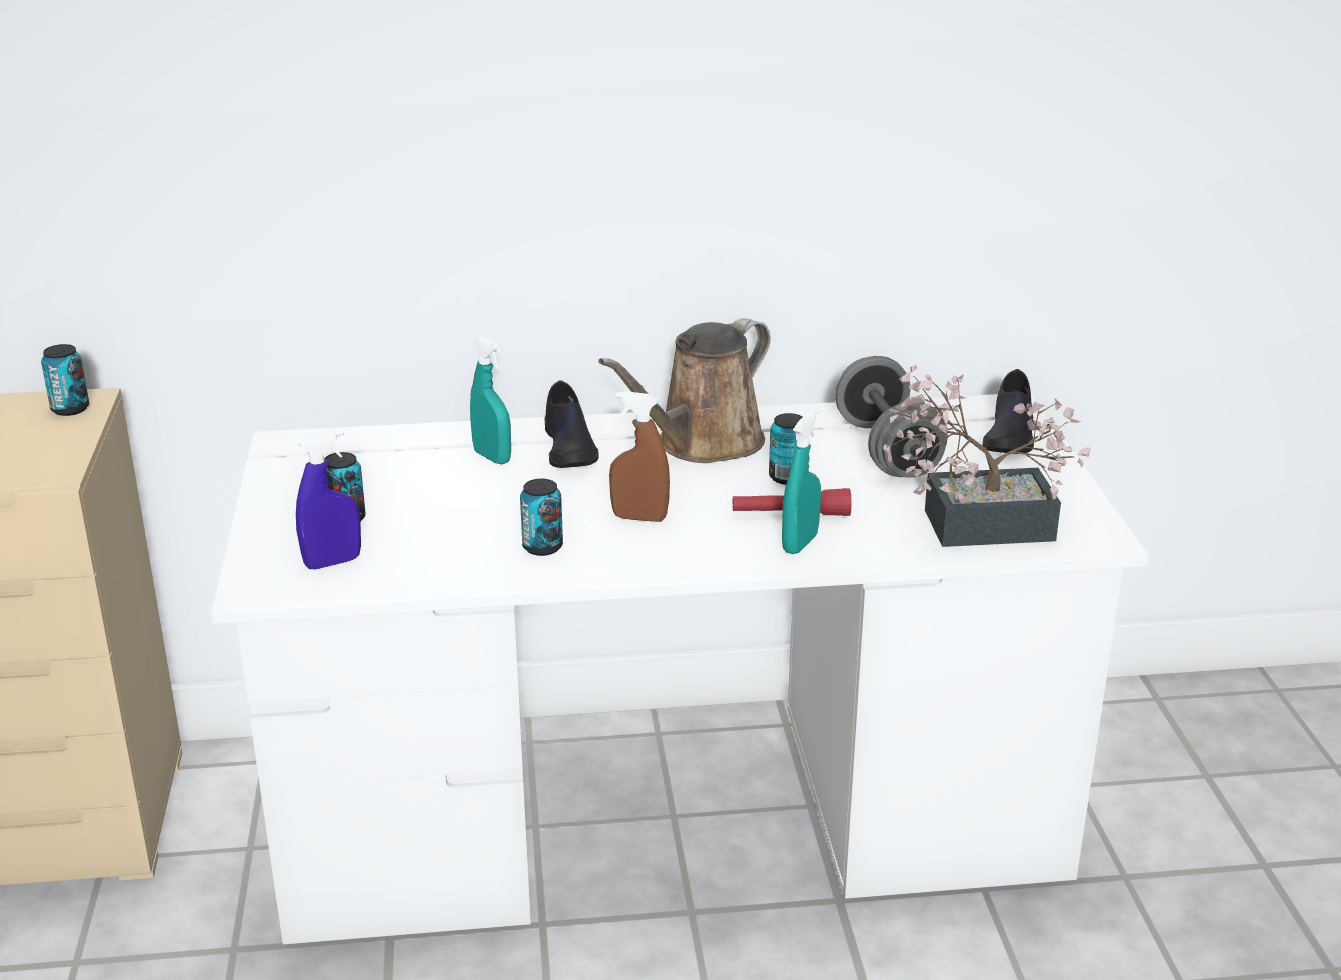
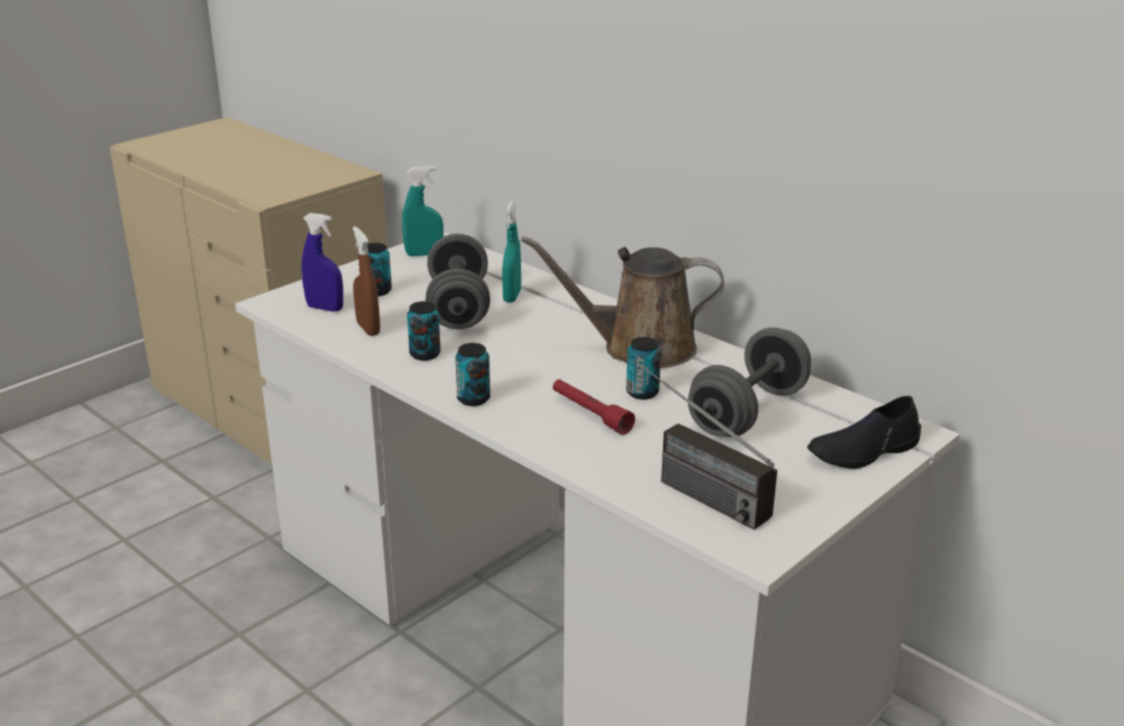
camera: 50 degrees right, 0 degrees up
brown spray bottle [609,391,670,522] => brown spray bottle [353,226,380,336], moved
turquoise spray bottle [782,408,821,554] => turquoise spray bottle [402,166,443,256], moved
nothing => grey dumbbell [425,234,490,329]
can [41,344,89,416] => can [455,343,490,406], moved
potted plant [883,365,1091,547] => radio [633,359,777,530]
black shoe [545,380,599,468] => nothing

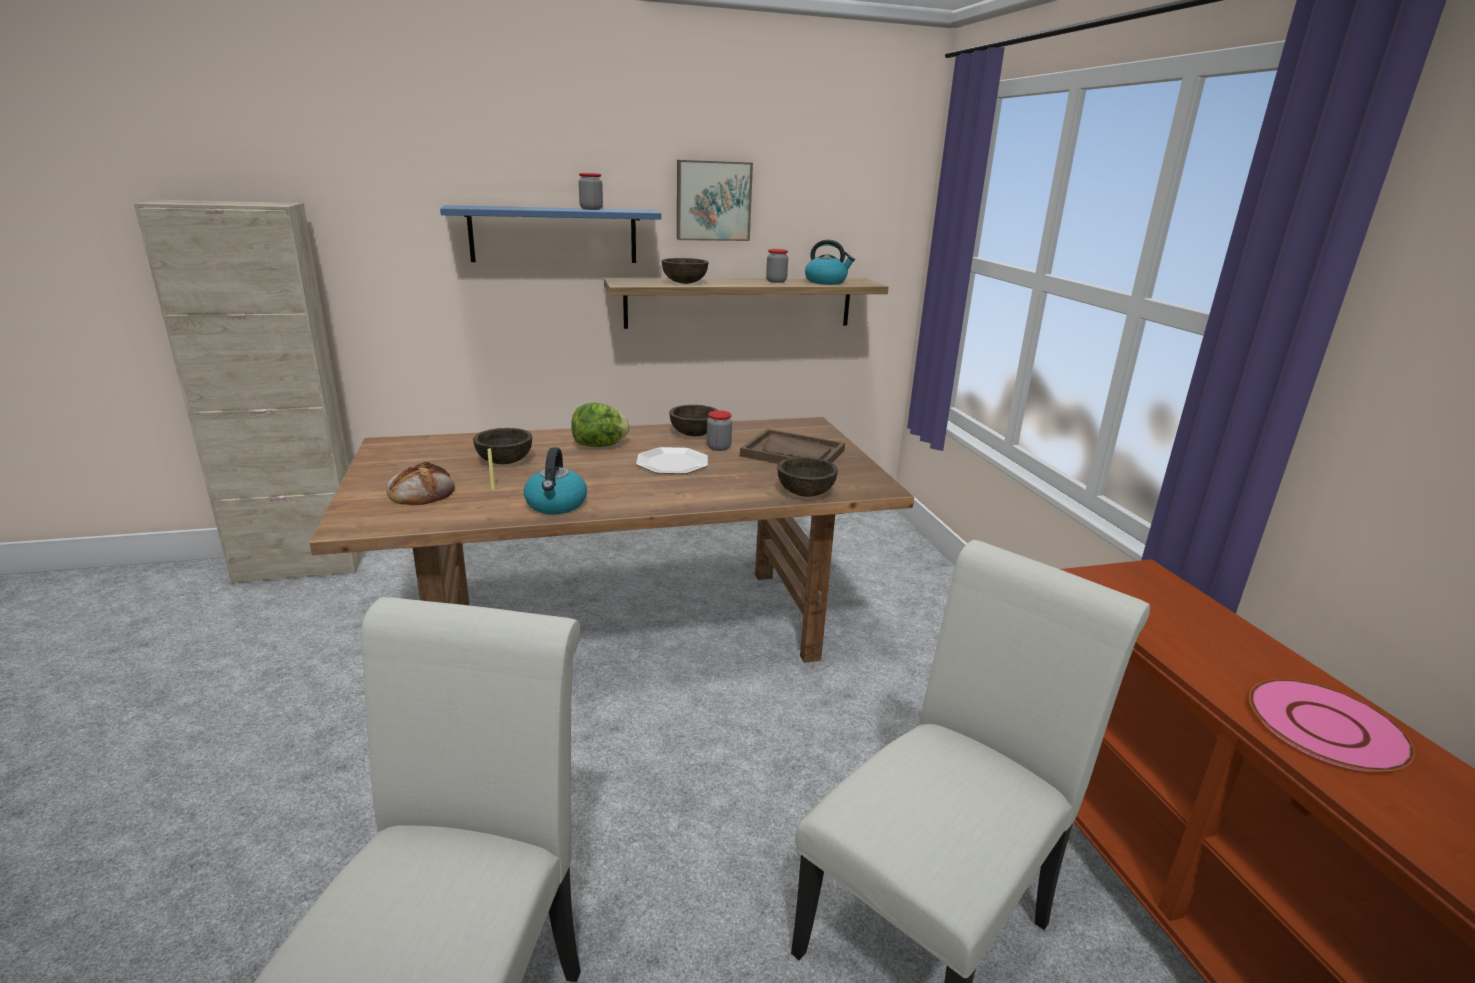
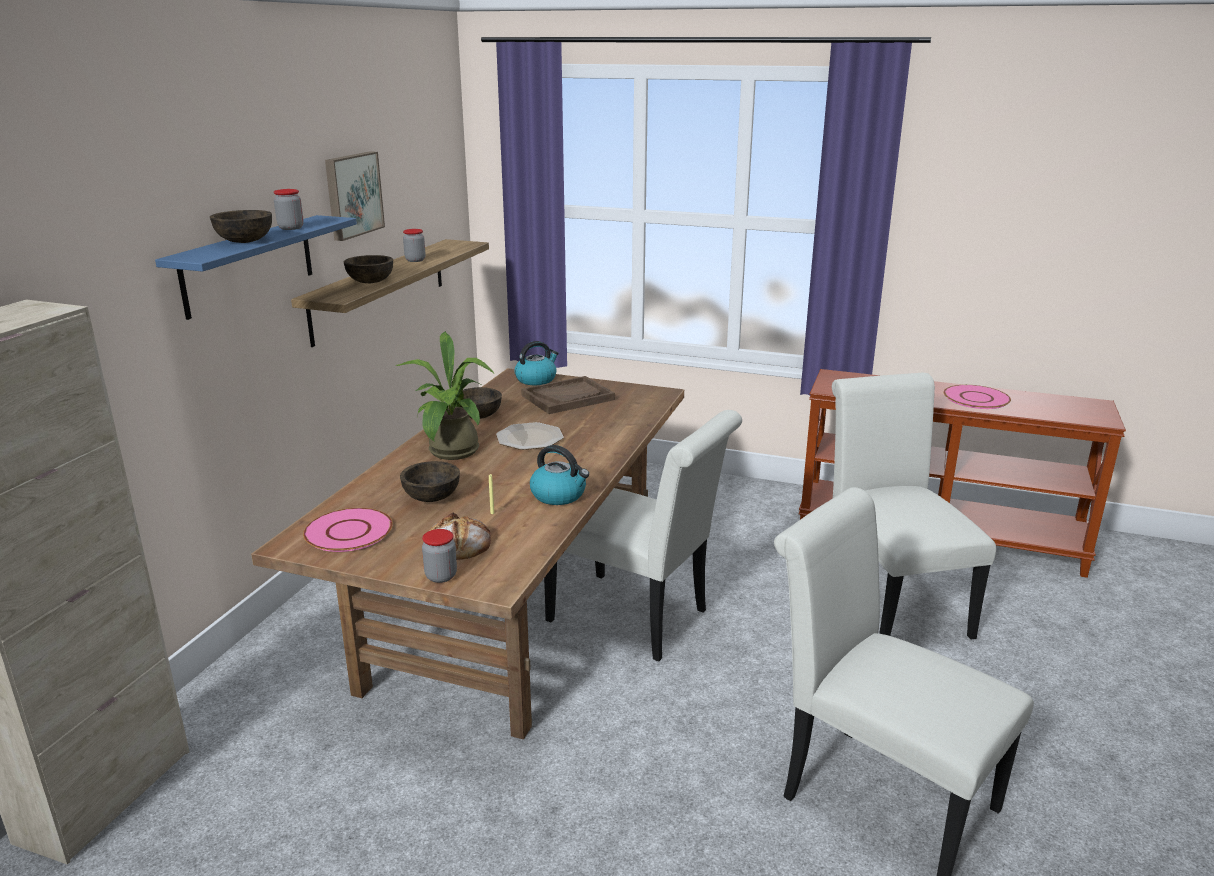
camera: 55 degrees left, 0 degrees up
brown bowl [777,457,838,497] => brown bowl [210,210,272,243], moved
nothing => pink plate [303,508,393,552]
lettuce [571,403,630,447] => potted plant [396,331,494,460]
jar [707,410,732,451] => jar [422,529,457,583], moved
kettle [805,240,855,285] => kettle [514,341,559,385], moved
nothing => white chair [544,410,742,661]

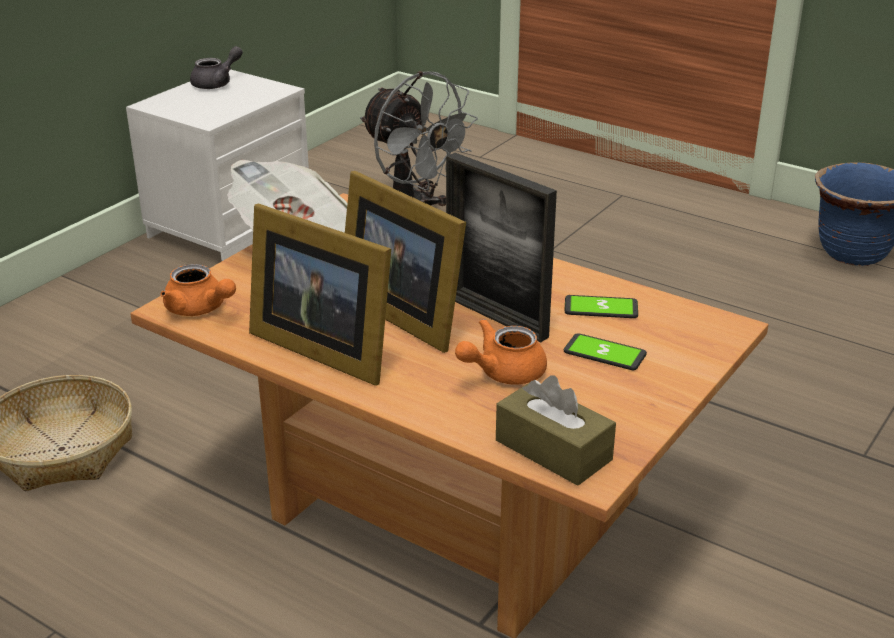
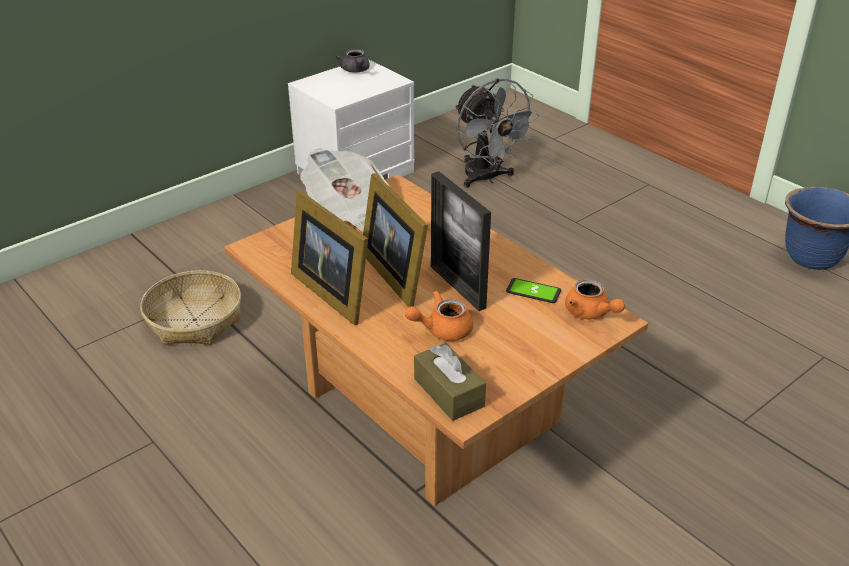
camera: 15 degrees right, 5 degrees up
grey teapot [190,46,243,89] => grey teapot [336,49,370,73], 105 degrees clockwise
orange teapot [160,264,236,316] => orange teapot [565,279,625,319], moved
phone [564,333,647,370] => nothing

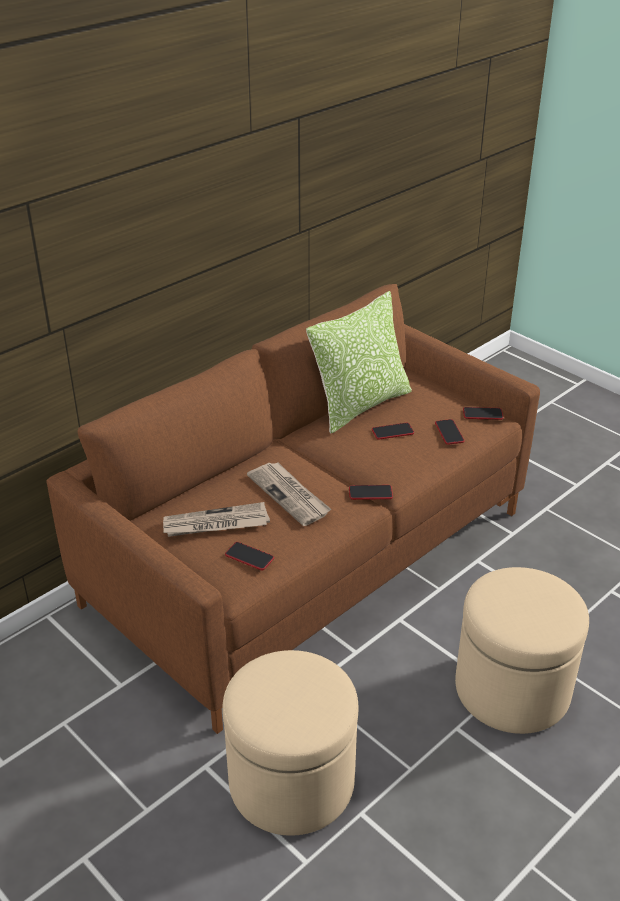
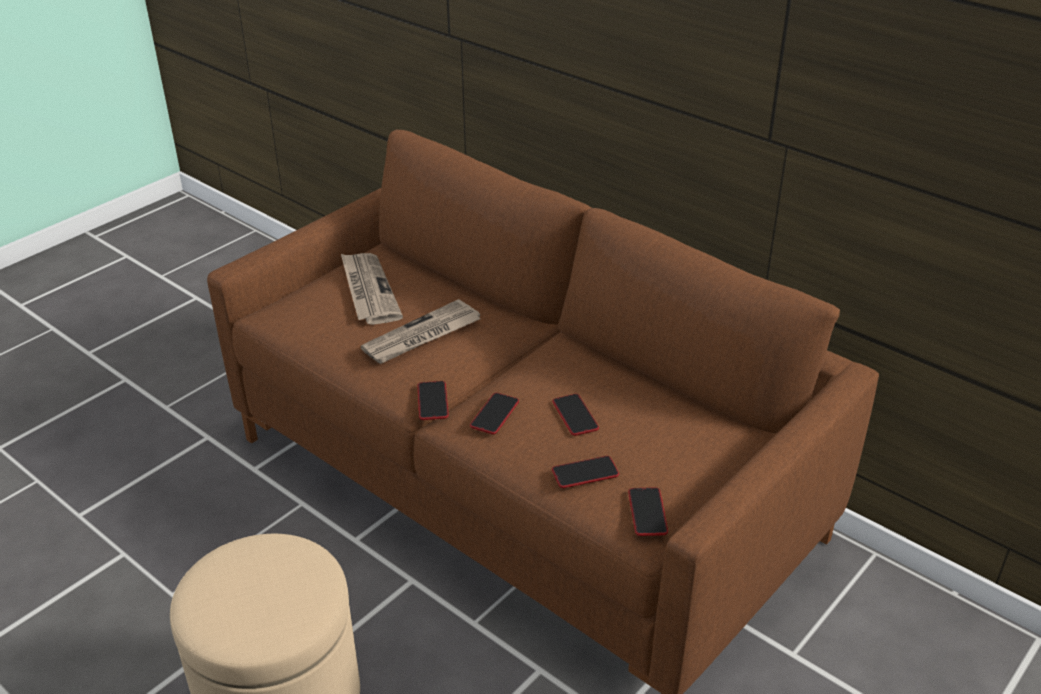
camera: 85 degrees right, 0 degrees up
phone [225,542,274,570] => phone [470,393,519,434], moved
beige ottoman [222,650,358,836] => nothing
pillow [306,291,412,434] => nothing

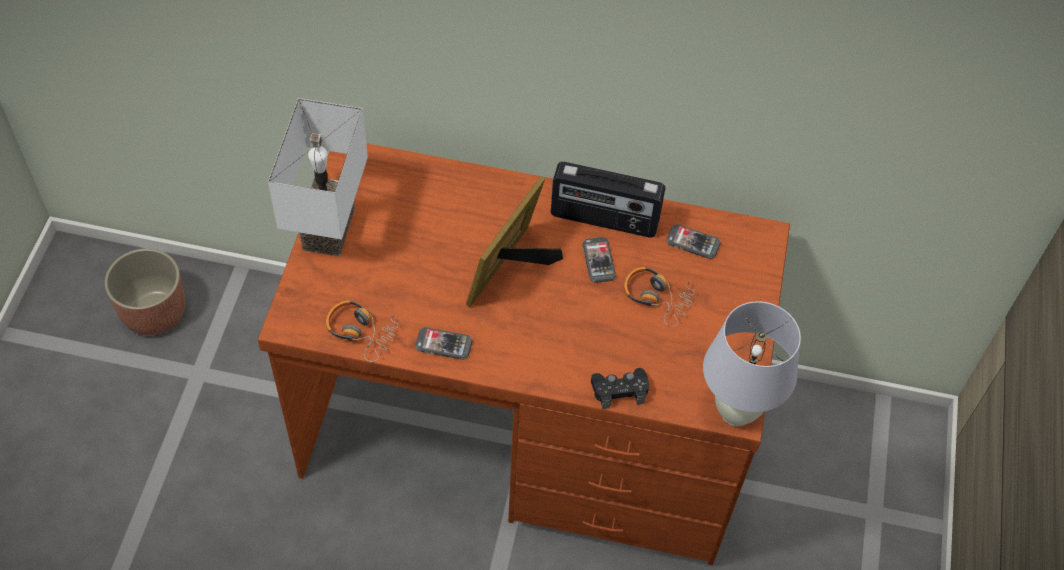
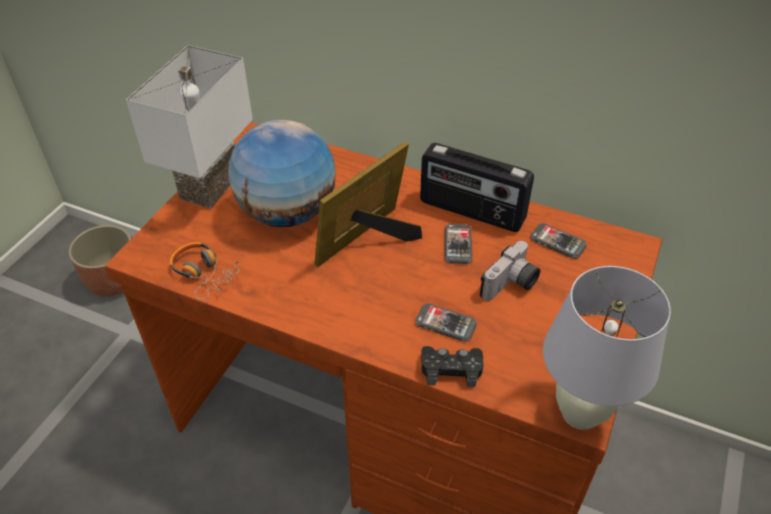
camera: 15 degrees right, 10 degrees down
nothing => globe [228,120,336,227]
phone [415,327,473,360] => phone [415,303,477,342], moved
headphones [624,267,695,327] => photo camera [480,241,541,301]

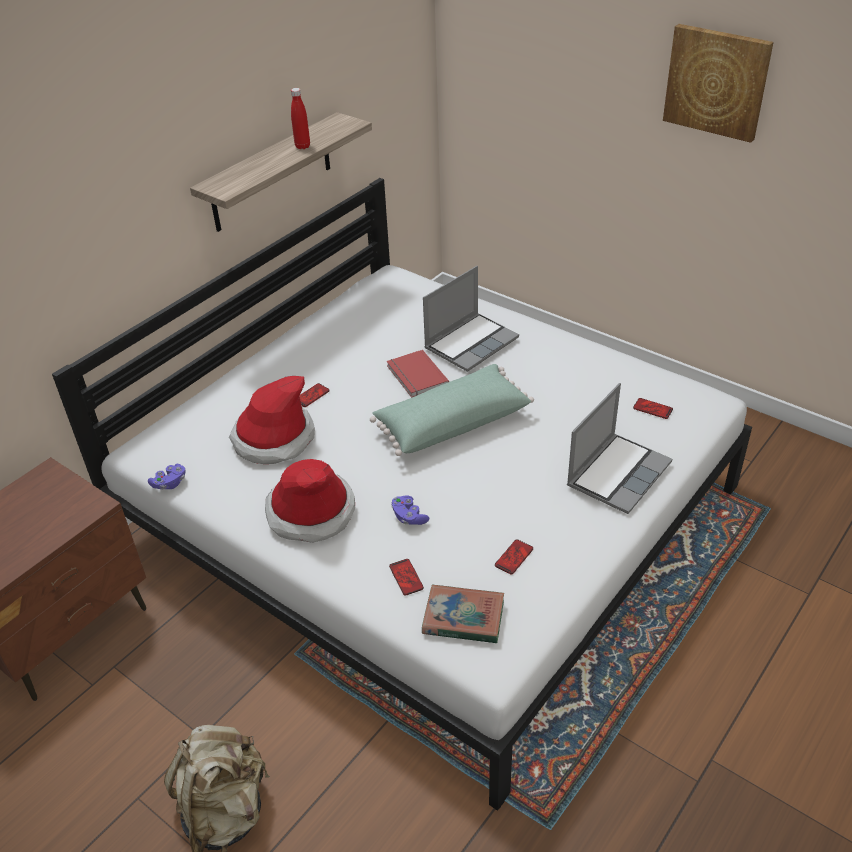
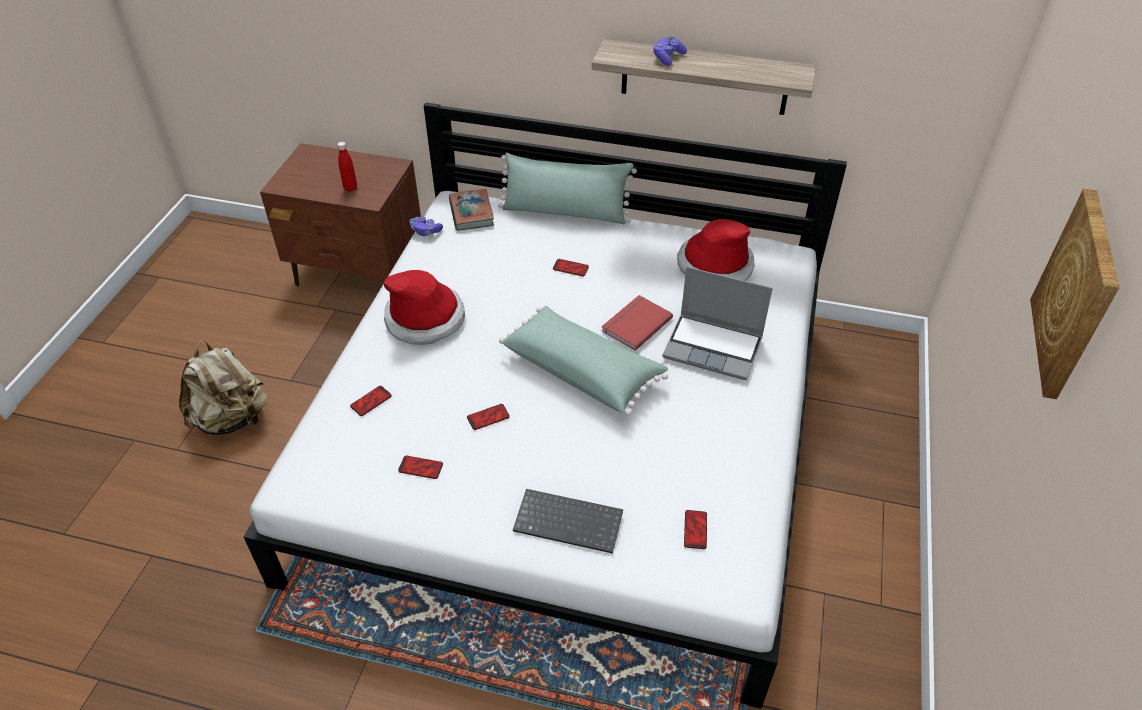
camera: 65 degrees right, 5 degrees up
red bottle [291,88,310,149] => red bottle [337,142,357,192], moved
book [422,585,504,643] => book [449,189,494,231], moved
nothing => phone [467,404,510,430]
nothing => green pillow [498,153,637,224]
laptop [567,383,672,514] => keyboard [513,489,623,554]
purple game controller [391,496,429,525] => purple game controller [653,36,687,66], moved
hat [229,376,315,464] => hat [677,219,755,281], moved

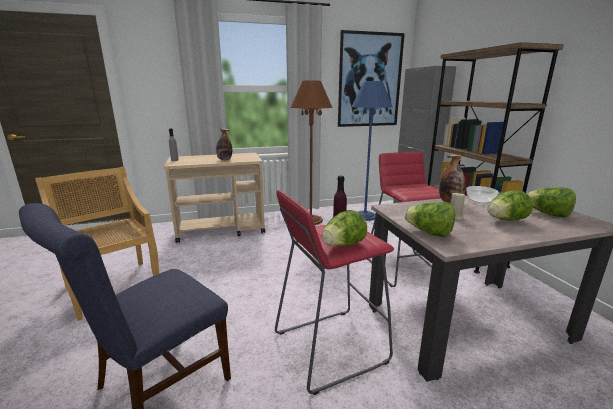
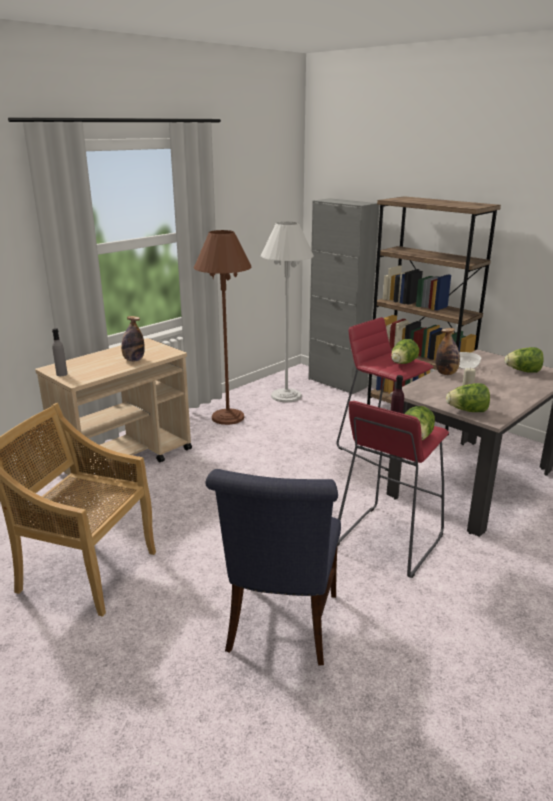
camera: 30 degrees left, 5 degrees up
blue floor lamp [351,81,393,221] => white floor lamp [261,222,314,402]
lettuce [488,190,533,221] => lettuce [391,339,419,364], moved
picture [338,30,405,127] => nothing

